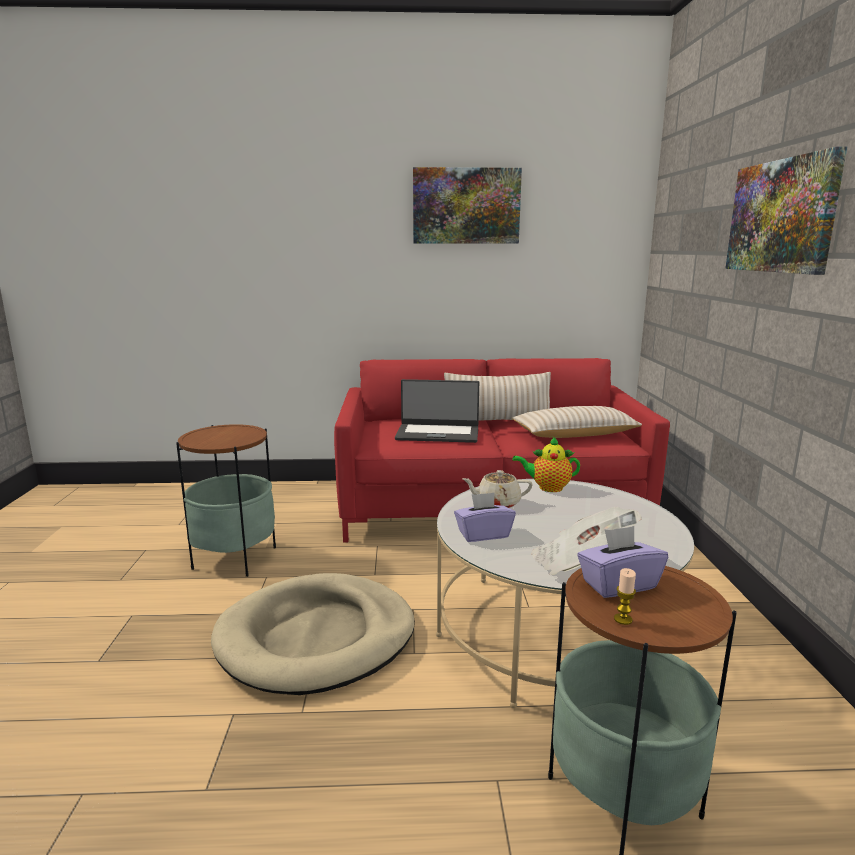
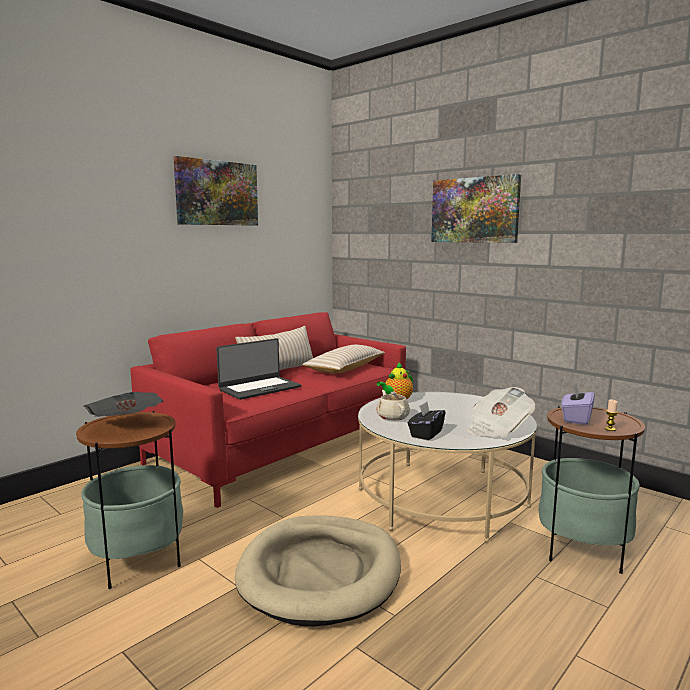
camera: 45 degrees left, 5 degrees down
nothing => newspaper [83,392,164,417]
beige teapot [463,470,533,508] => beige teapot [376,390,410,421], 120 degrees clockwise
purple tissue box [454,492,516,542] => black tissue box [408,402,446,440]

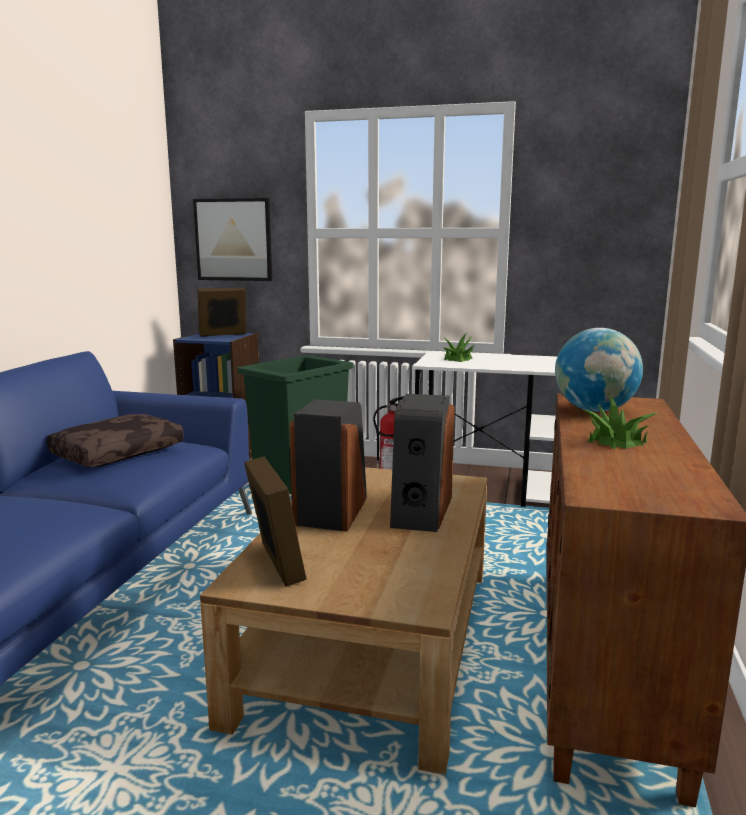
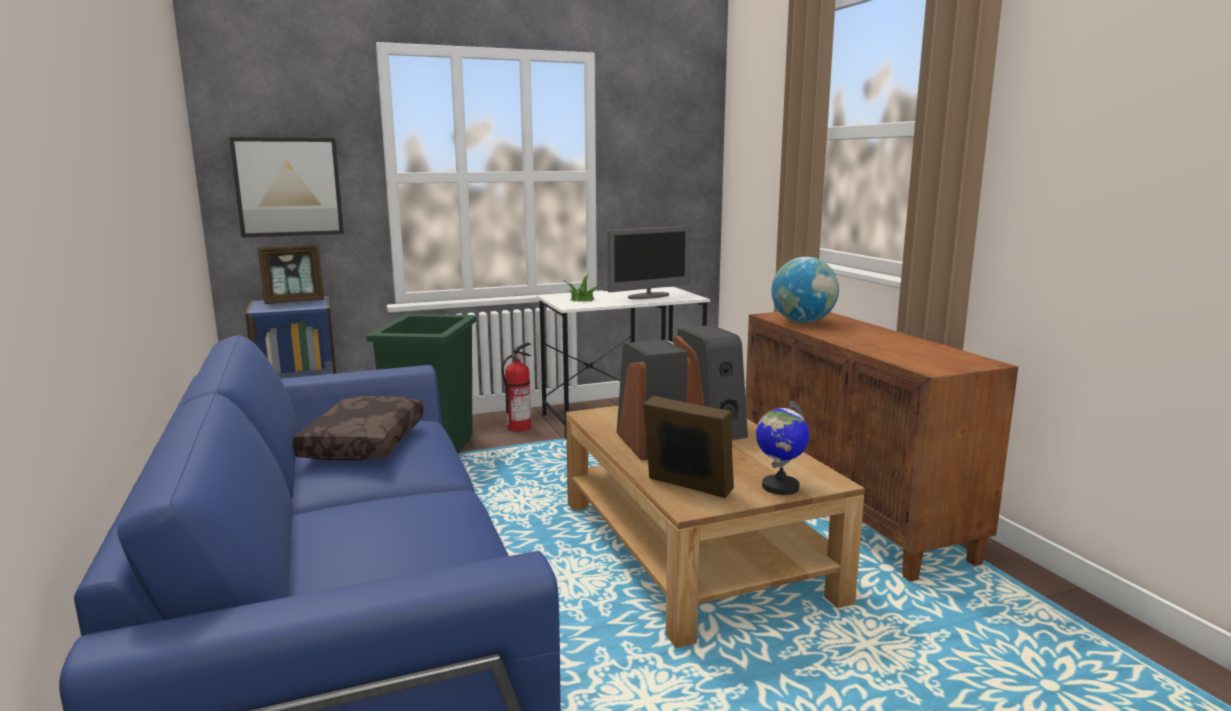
camera: 35 degrees left, 0 degrees up
picture frame [197,288,246,336] => picture frame [258,244,325,304], 150 degrees counterclockwise
nothing => monitor [607,226,691,299]
nothing => globe [756,401,809,495]
potted plant [581,392,657,449] => nothing

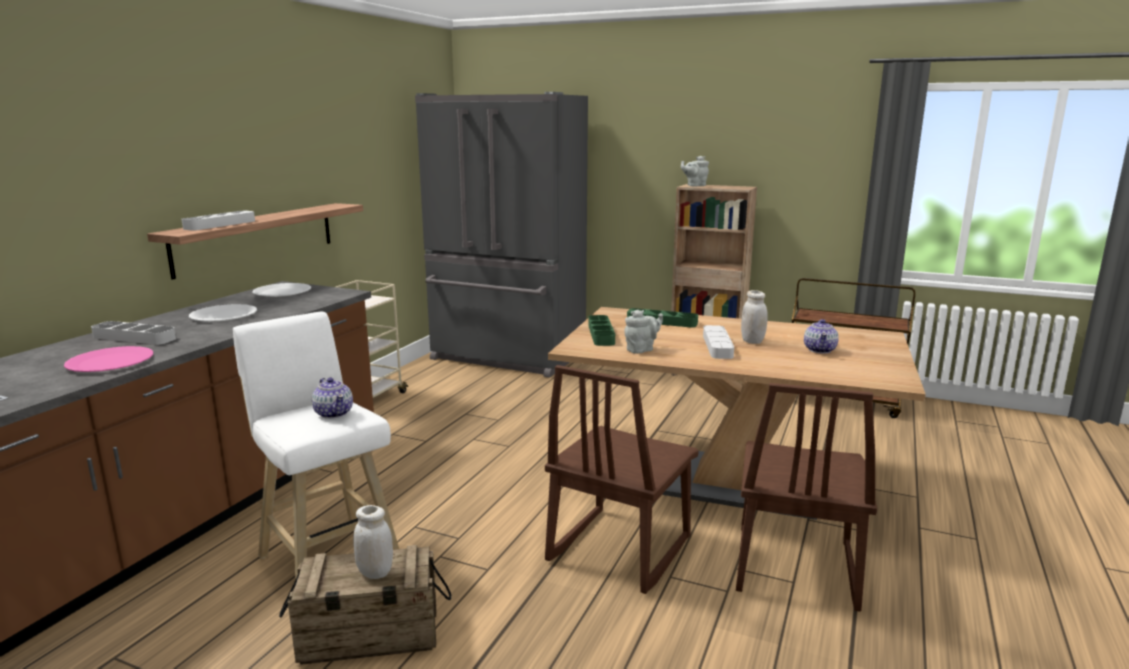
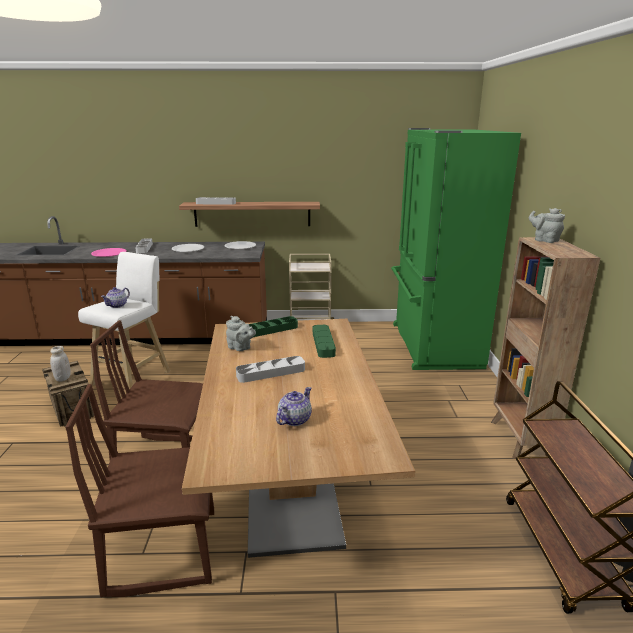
camera: 65 degrees right, 5 degrees up
teapot [804,319,839,354] => teapot [276,387,312,426], 135 degrees clockwise
grey fridge [415,92,588,378] => green fridge [391,128,521,370]
white jar [741,290,768,344] => nothing

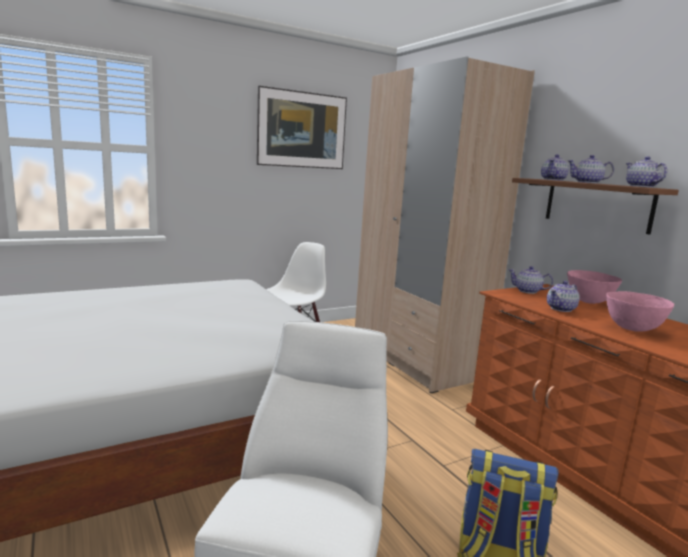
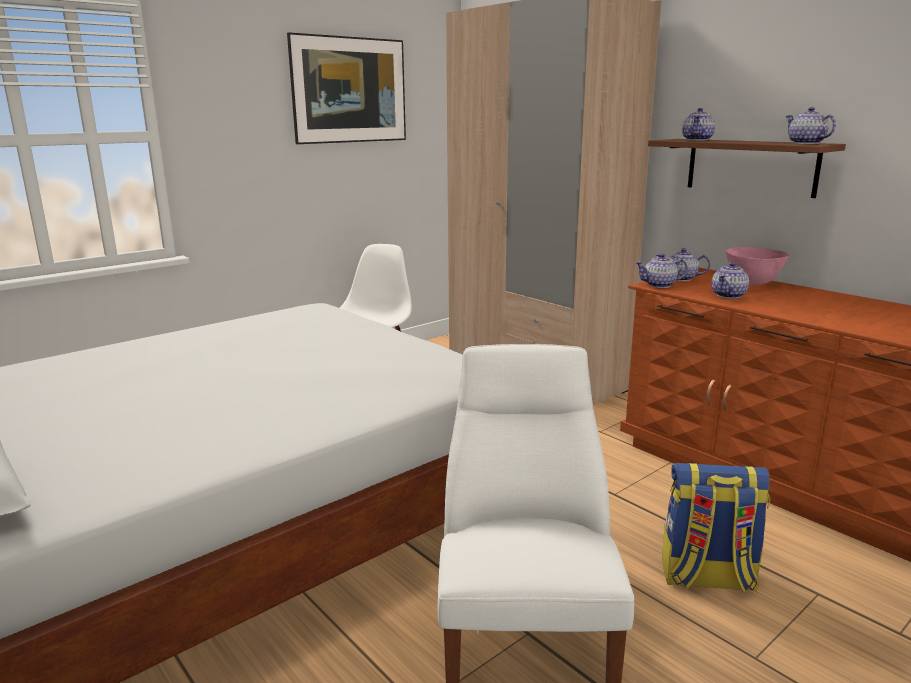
camera: 10 degrees left, 5 degrees up
teapot [568,155,614,183] => teapot [635,254,688,288], moved
pink bowl [606,291,674,332] => nothing

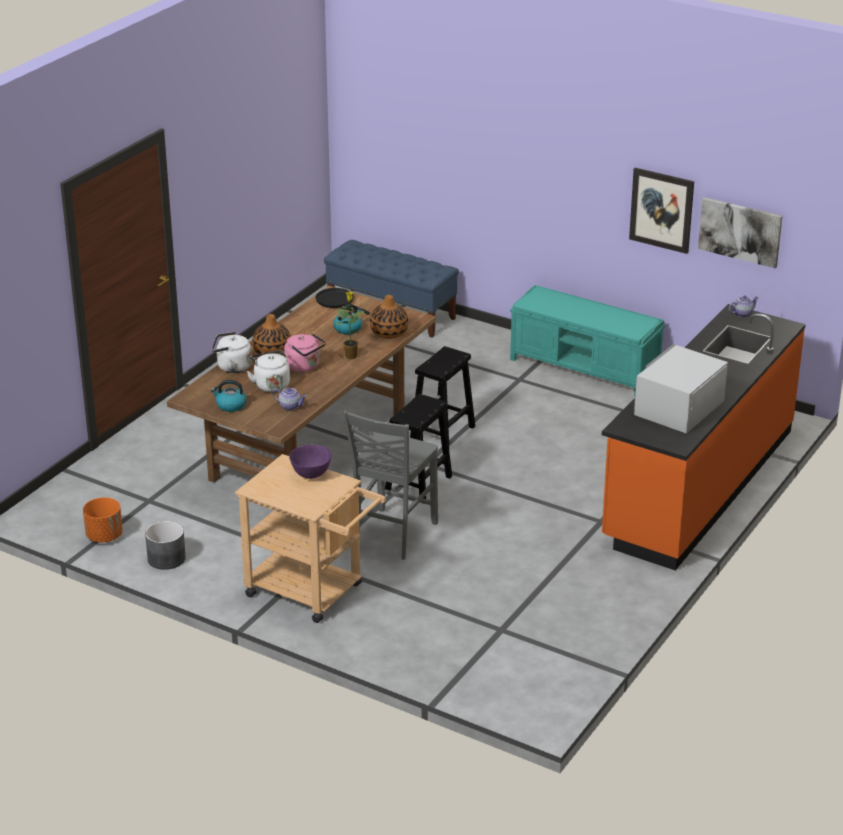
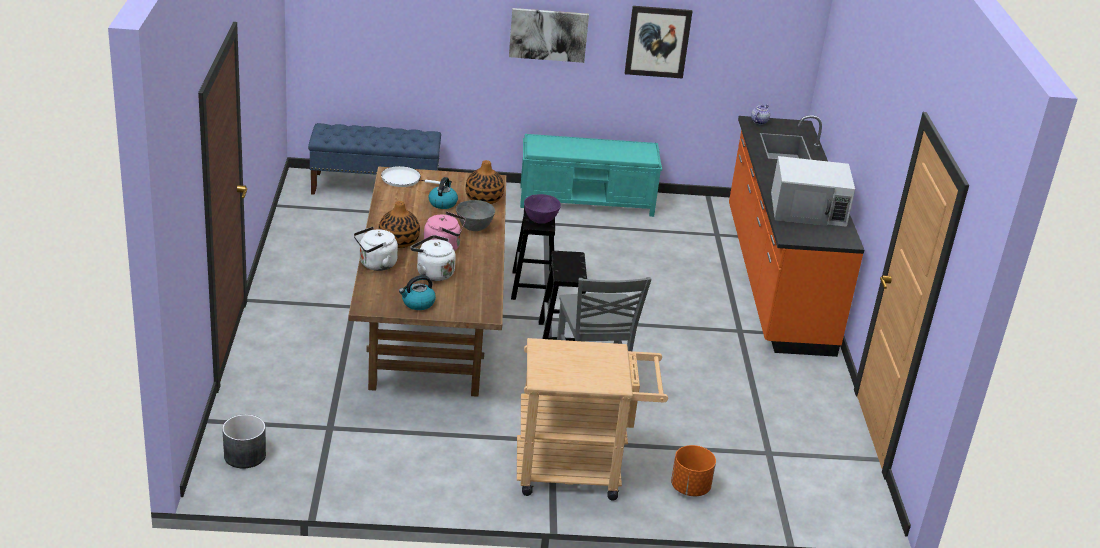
camera: 35 degrees left, 0 degrees up
grey planter [145,521,186,570] => grey planter [222,414,266,468], moved
black frying pan [316,288,370,314] => white frying pan [381,166,445,187]
potted plant [336,291,364,359] => grey bowl [456,200,495,231]
picture [698,197,783,268] => picture [509,8,589,63], moved
purple bowl [289,444,332,479] => purple bowl [524,194,561,224], moved
orange planter [83,497,123,543] => orange planter [671,445,716,496], moved
white microwave [634,344,728,434] => white microwave [771,156,855,227], 90 degrees counterclockwise
teapot [273,388,307,410] => nothing

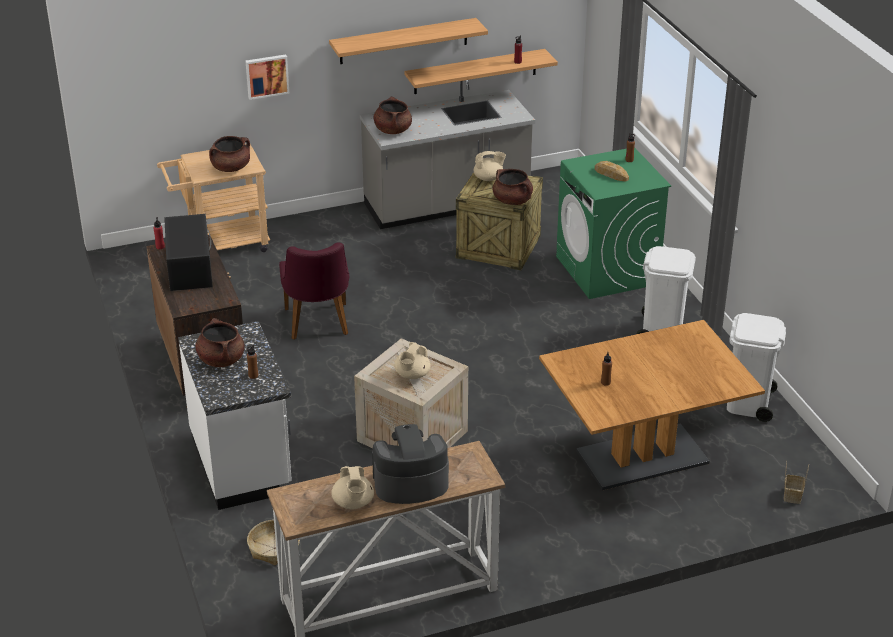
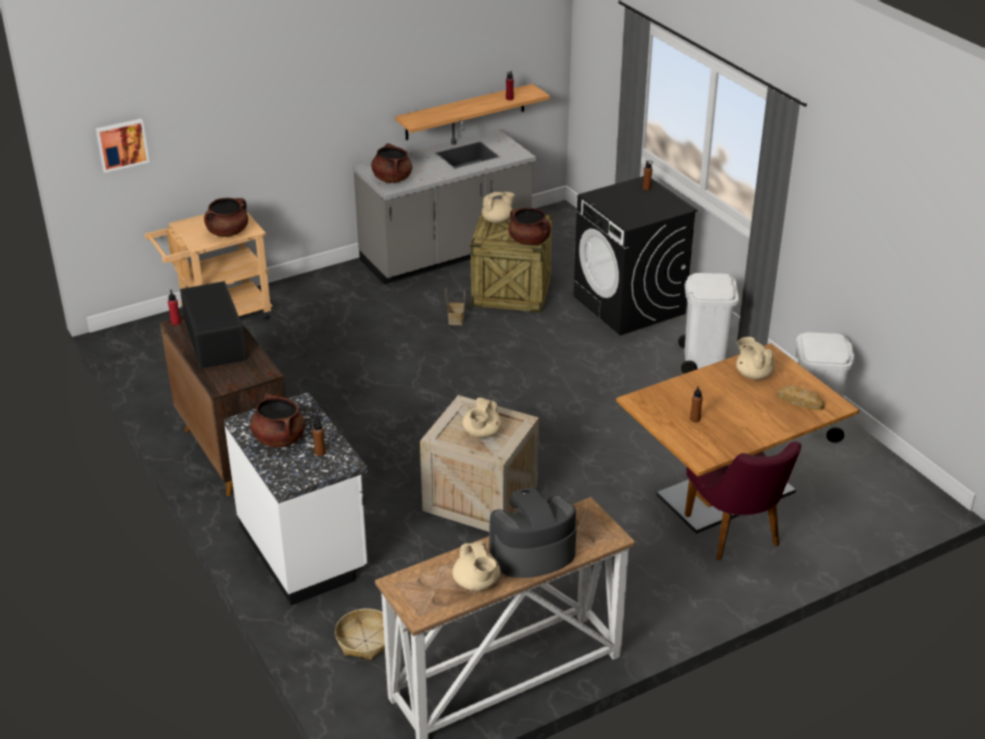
camera: 10 degrees left, 0 degrees up
picture [245,54,290,100] => picture [95,119,149,173], moved
basket [784,462,809,504] => basket [446,288,465,325], moved
green washing machine [556,147,671,299] => black washing machine [573,176,698,335]
purple chair [279,242,349,340] => purple chair [685,441,801,561], moved
nothing => beige teapot [736,337,775,380]
bread [595,161,629,181] => bread [776,385,825,410], moved
shelf [329,18,488,64] => nothing

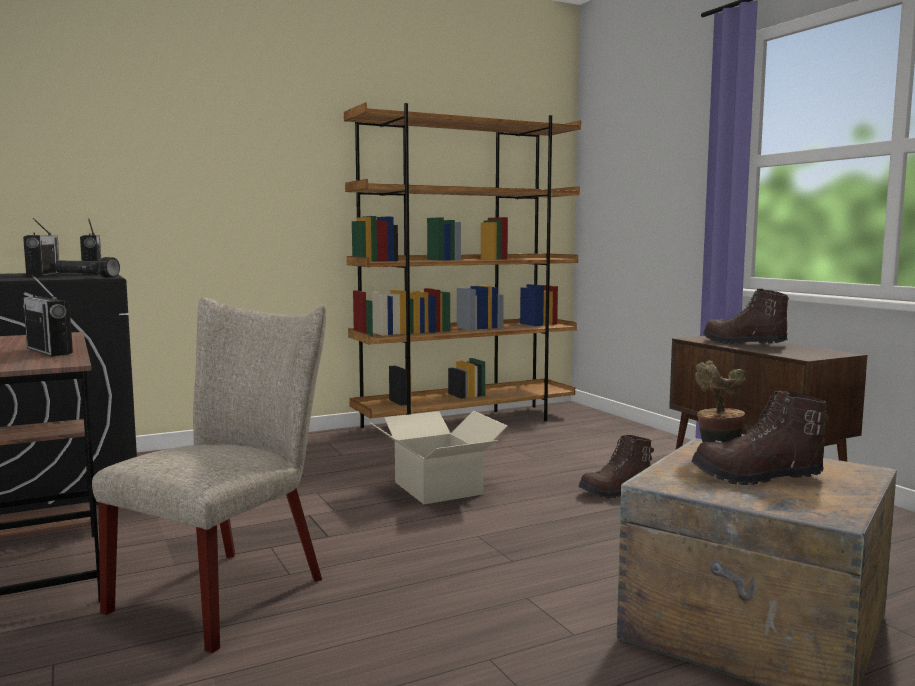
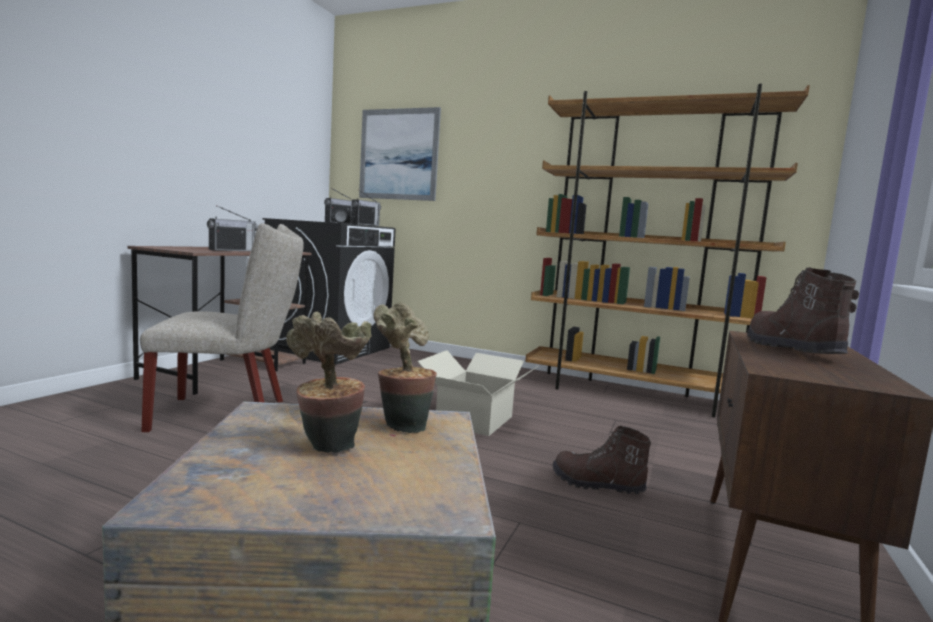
camera: 50 degrees right, 0 degrees up
radio [23,275,73,356] => radio [207,205,258,251], 150 degrees counterclockwise
brown boot [691,390,829,485] => potted plant [286,311,372,453]
nothing => picture [359,107,441,201]

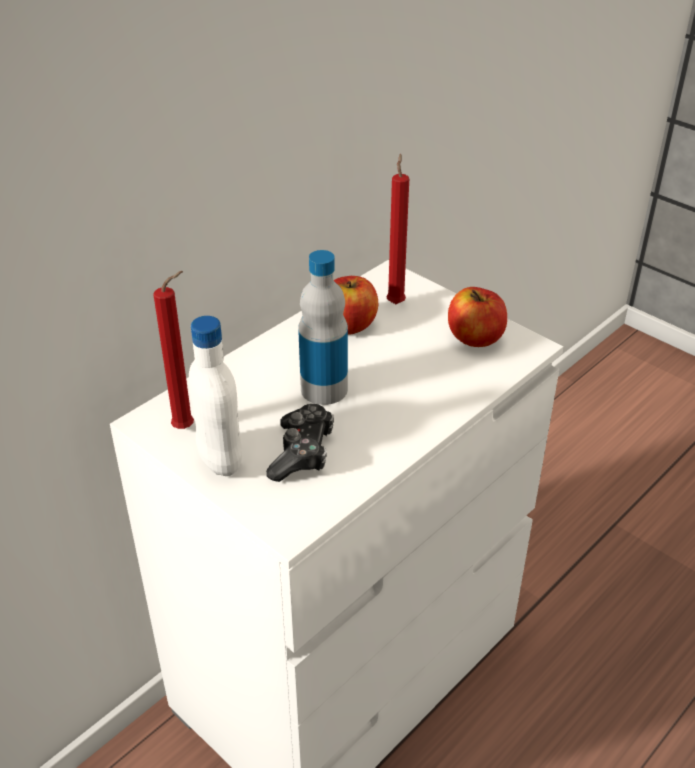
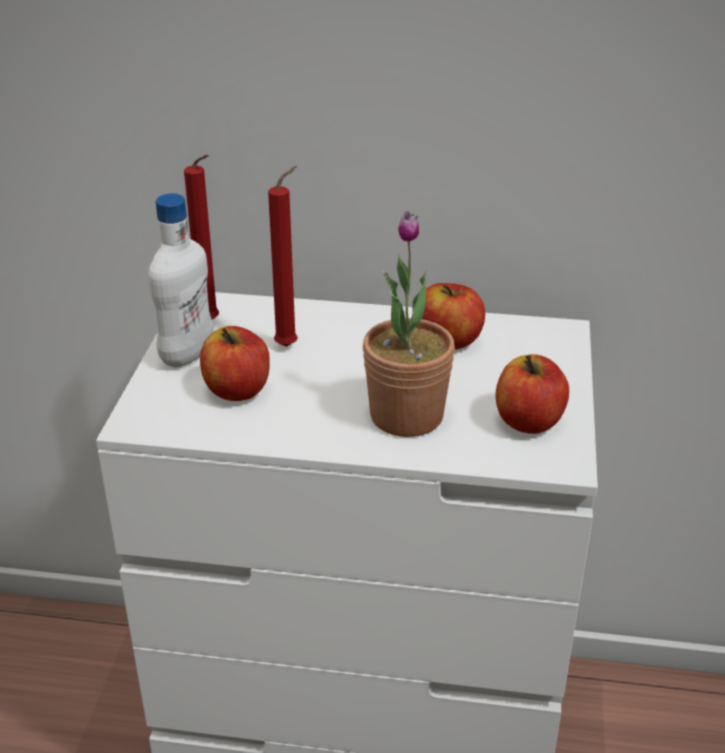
camera: 55 degrees right, 5 degrees down
game controller [266,404,334,482] => apple [200,326,270,401]
red candle [386,154,409,304] => red candle [268,166,298,347], moved
nothing => potted plant [363,211,455,437]
bottle [298,250,348,405] => nothing

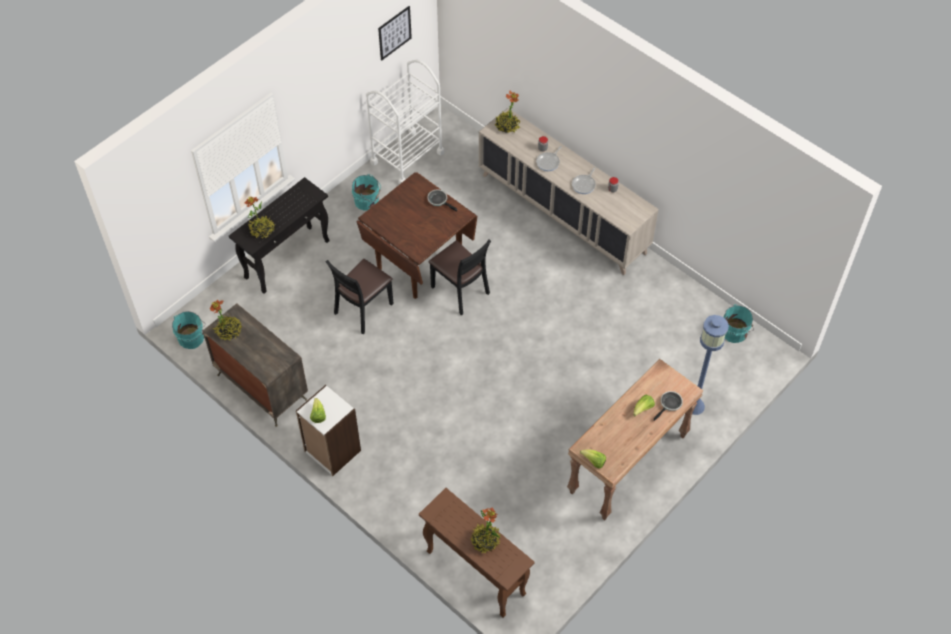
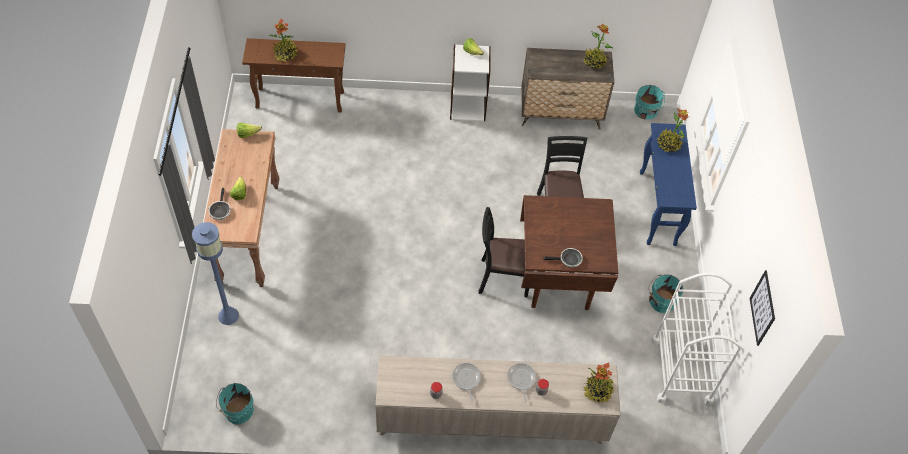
camera: 135 degrees right, 0 degrees up
black console table [229,177,330,294] => blue console table [640,123,697,246]

